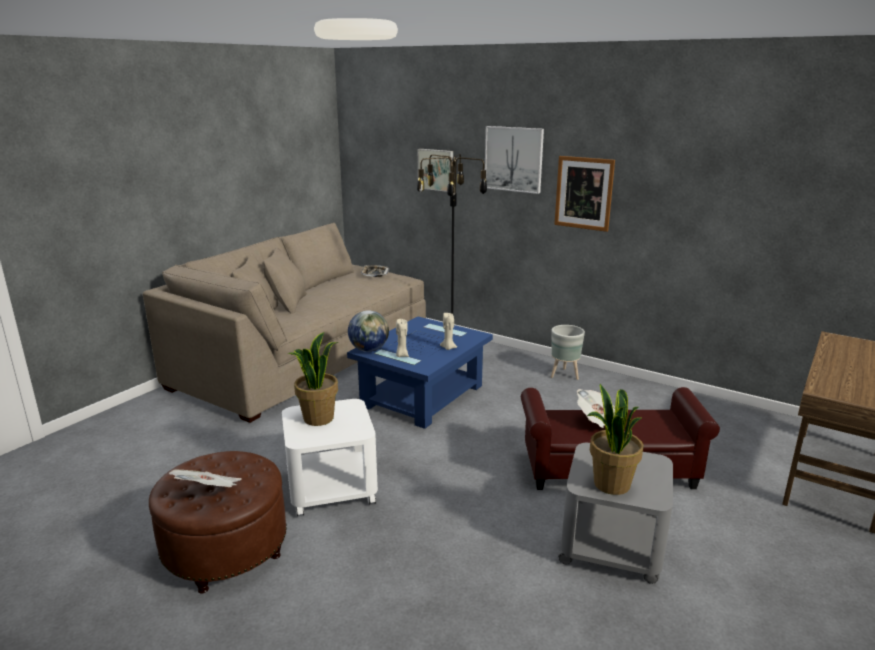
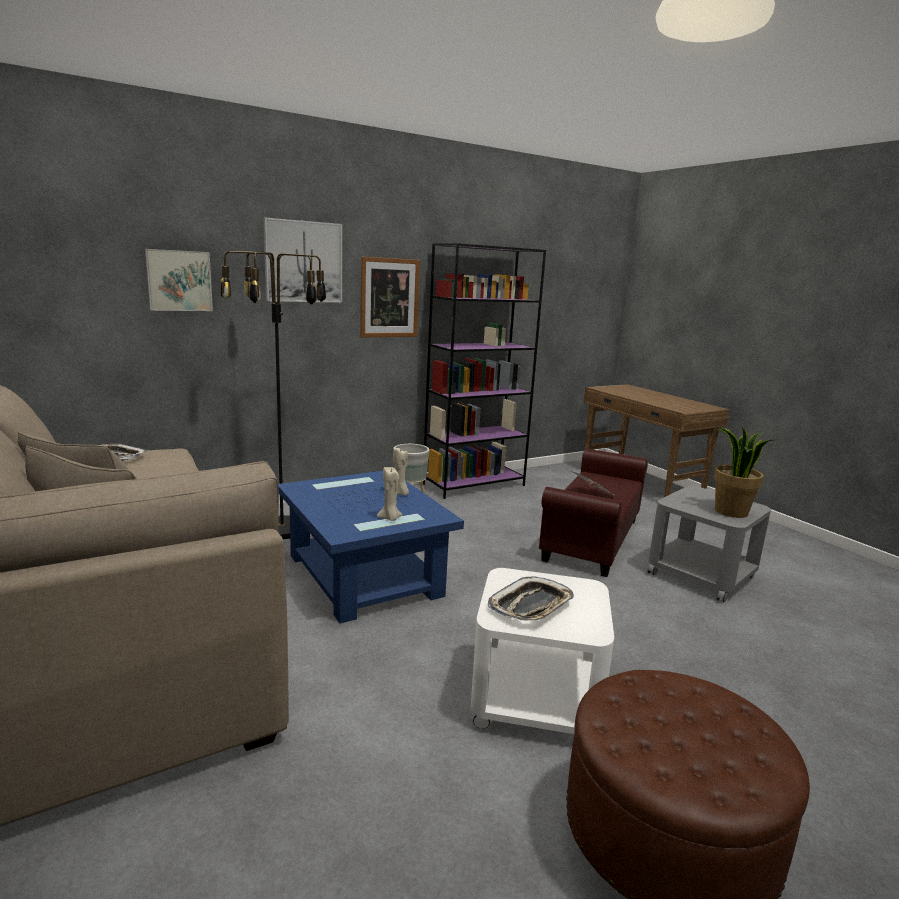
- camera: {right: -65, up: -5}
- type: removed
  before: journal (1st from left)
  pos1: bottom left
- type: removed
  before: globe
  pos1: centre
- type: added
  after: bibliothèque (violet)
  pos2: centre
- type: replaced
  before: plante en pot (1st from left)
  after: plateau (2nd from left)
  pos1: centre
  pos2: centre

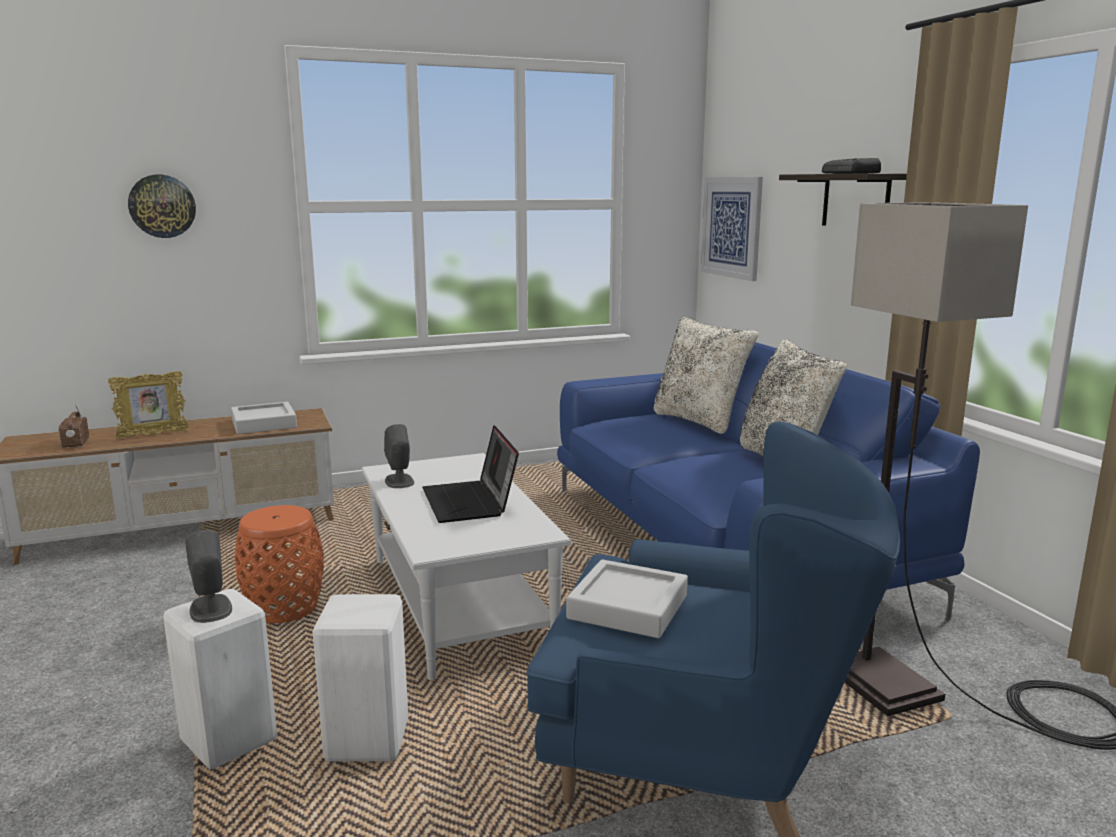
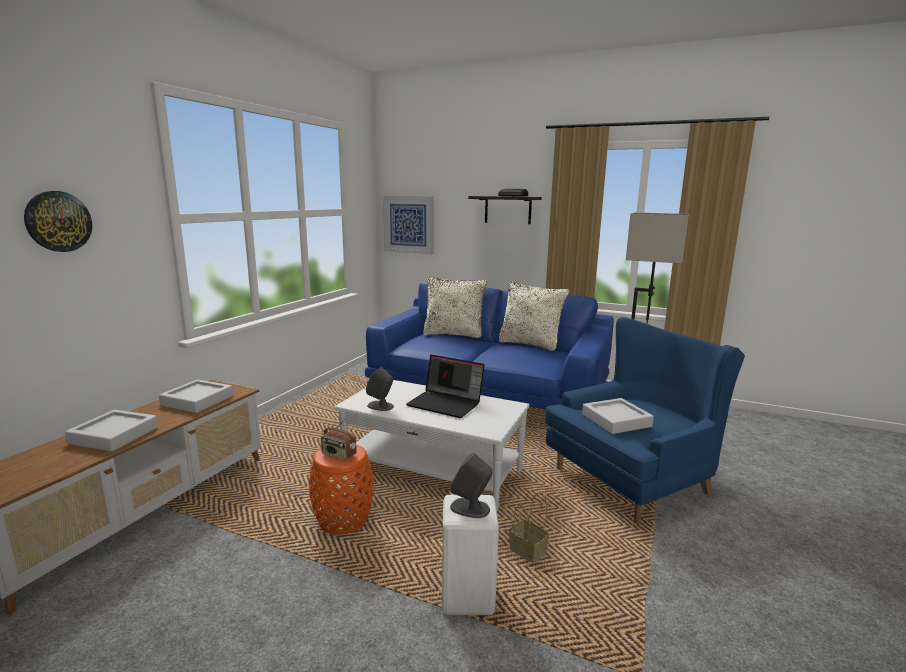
- camera: {right: -45, up: 0}
- type: moved
  before: radio (1st from left)
  pos1: middle left
  pos2: centre
- type: replaced
  before: cadre photo
  after: plateau (gris) (1st from left)
  pos1: middle left
  pos2: middle left
- type: replaced
  before: tabouret (blanc) (2nd from left)
  after: panier
  pos1: bottom left
  pos2: bottom centre

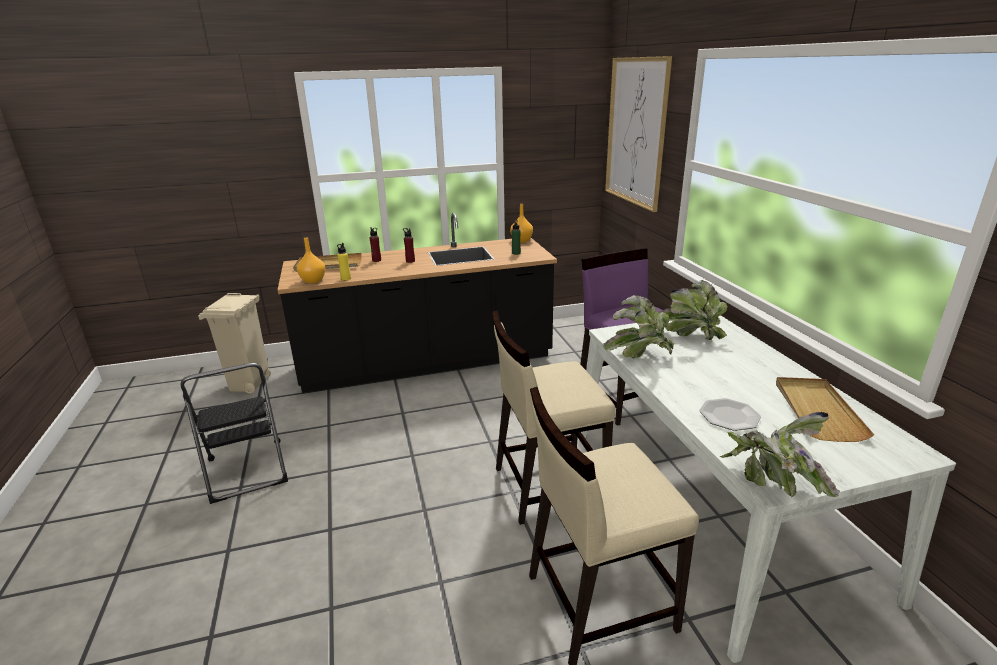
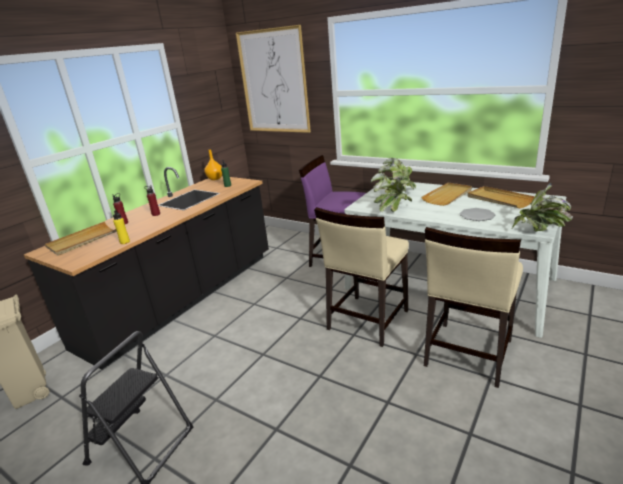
- camera: {right: -40, up: 0}
- type: removed
  before: vase (orange) (1st from left)
  pos1: middle left
- type: added
  after: plateau (beige) (2nd from left)
  pos2: middle right

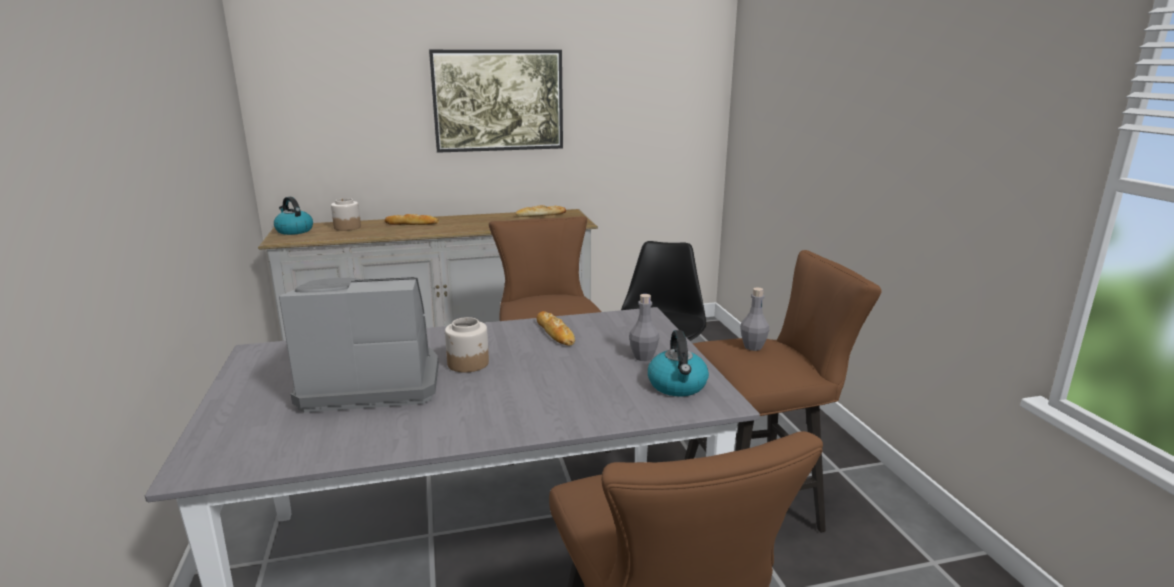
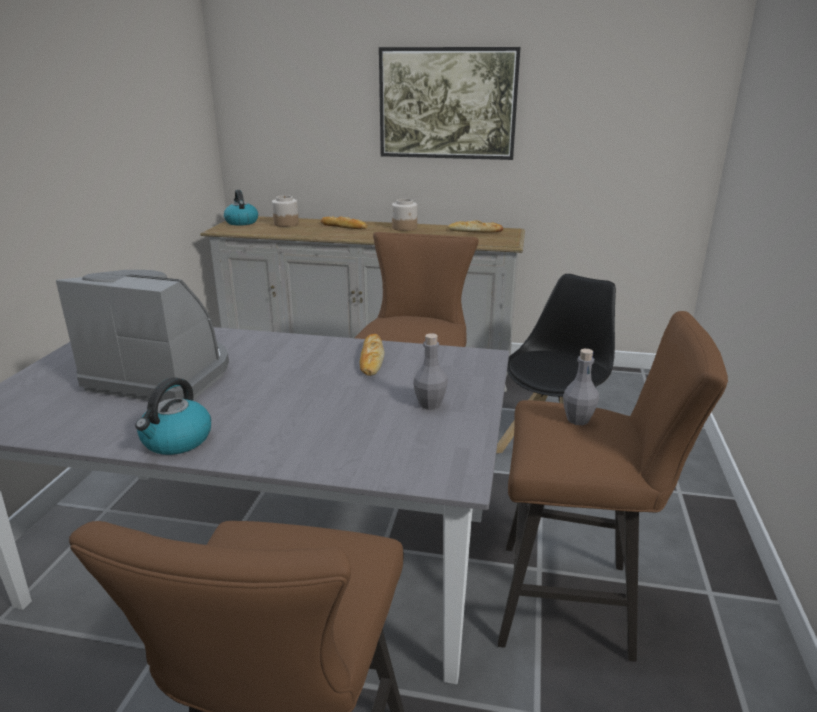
- camera: {right: 25, up: 5}
- type: moved
  before: bocal (2nd from left)
  pos1: centre
  pos2: top centre
- type: moved
  before: bouilloire (2nd from left in the first image)
  after: bouilloire (1st from left)
  pos1: centre
  pos2: middle left

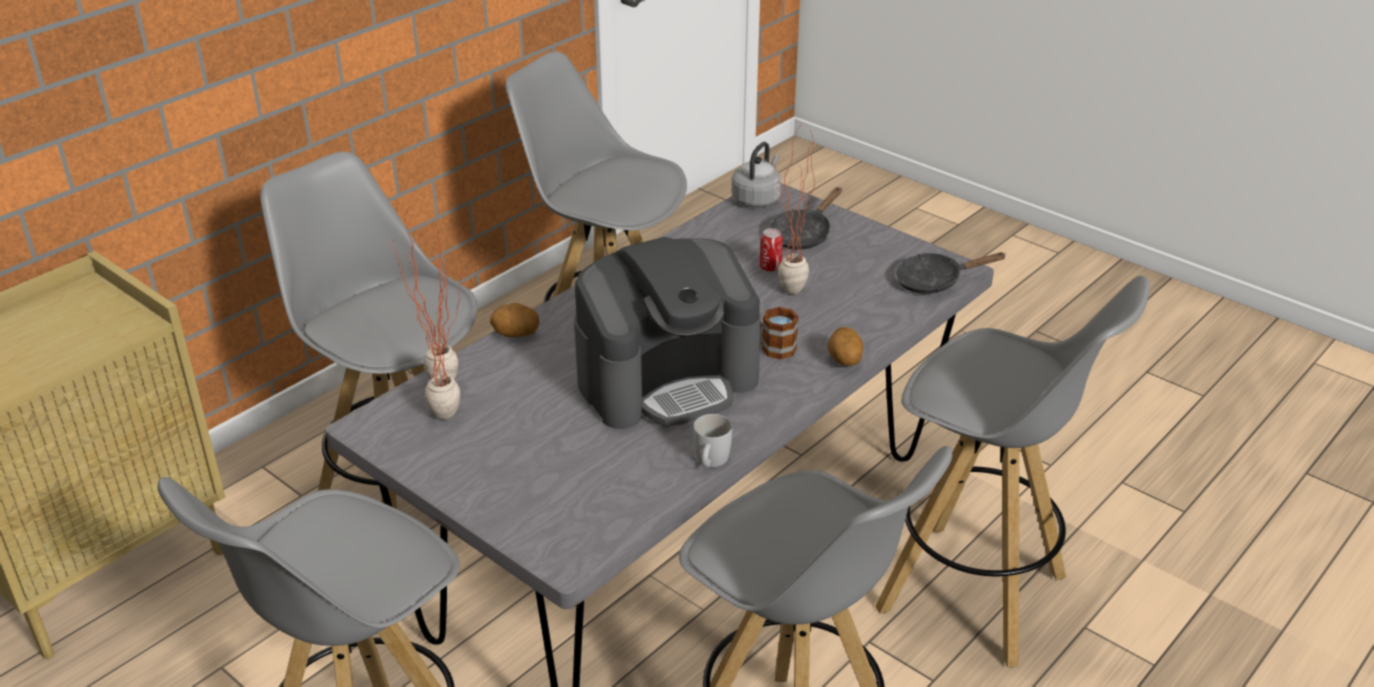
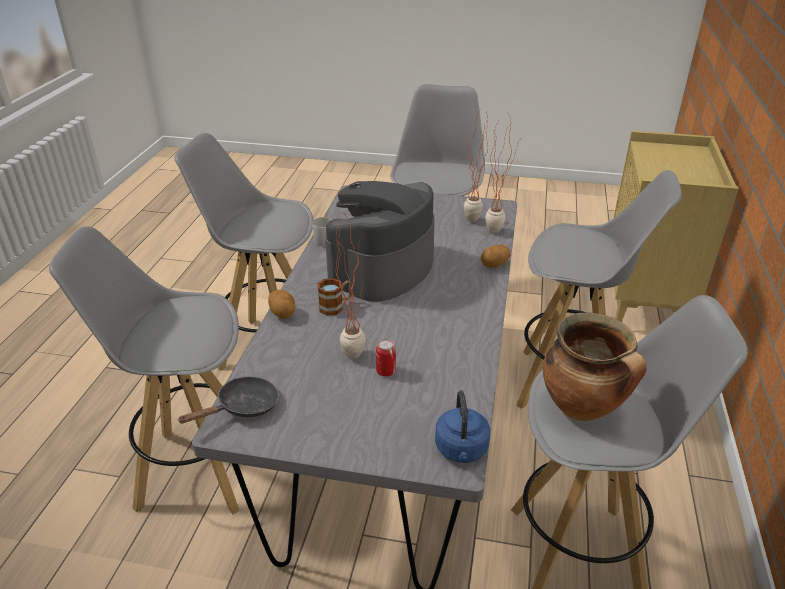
- camera: {right: 150, up: 0}
- type: removed
  before: poêle (noir) (1st from left)
  pos1: top centre
- type: added
  after: marmite
  pos2: middle right
- type: recoloured
  before: bouilloire (gris)
  after: bouilloire (bleu)
  pos1: top centre
  pos2: bottom centre

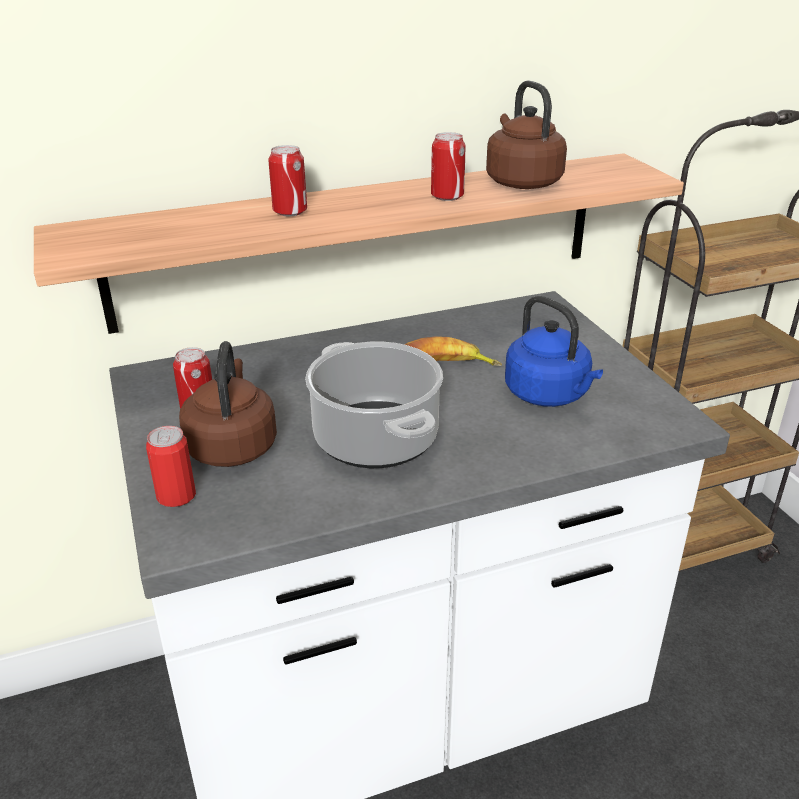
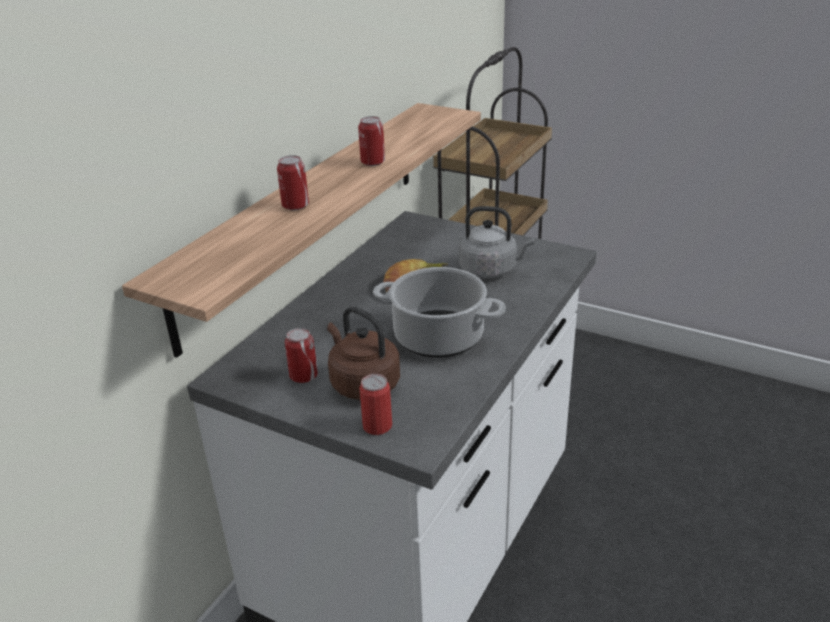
- camera: {right: -40, up: 0}
- type: removed
  before: bouilloire (marron) (2nd from left)
  pos1: top centre
- type: recoloured
  before: bouilloire (bleu)
  after: bouilloire (gris)
  pos1: middle right
  pos2: centre

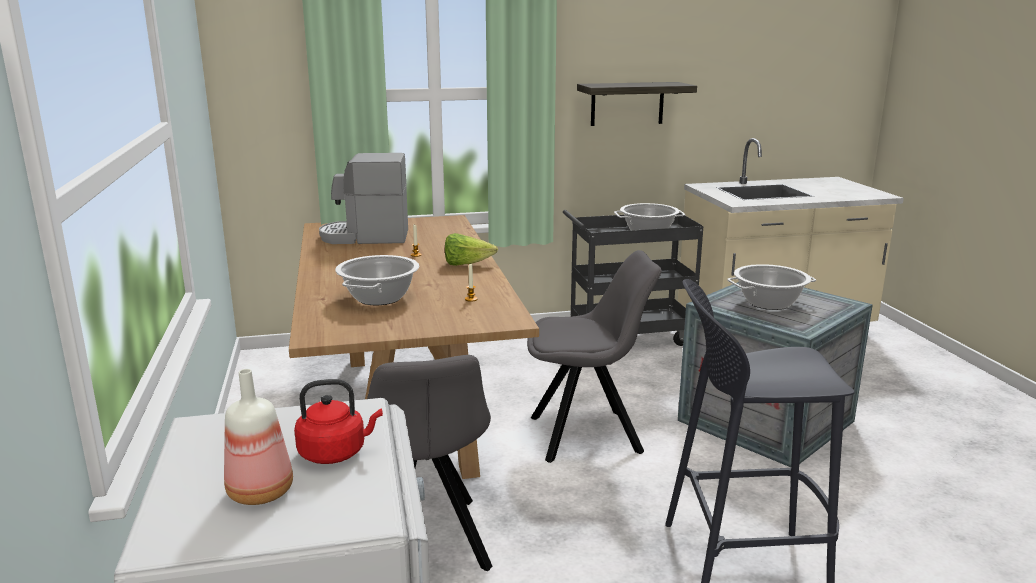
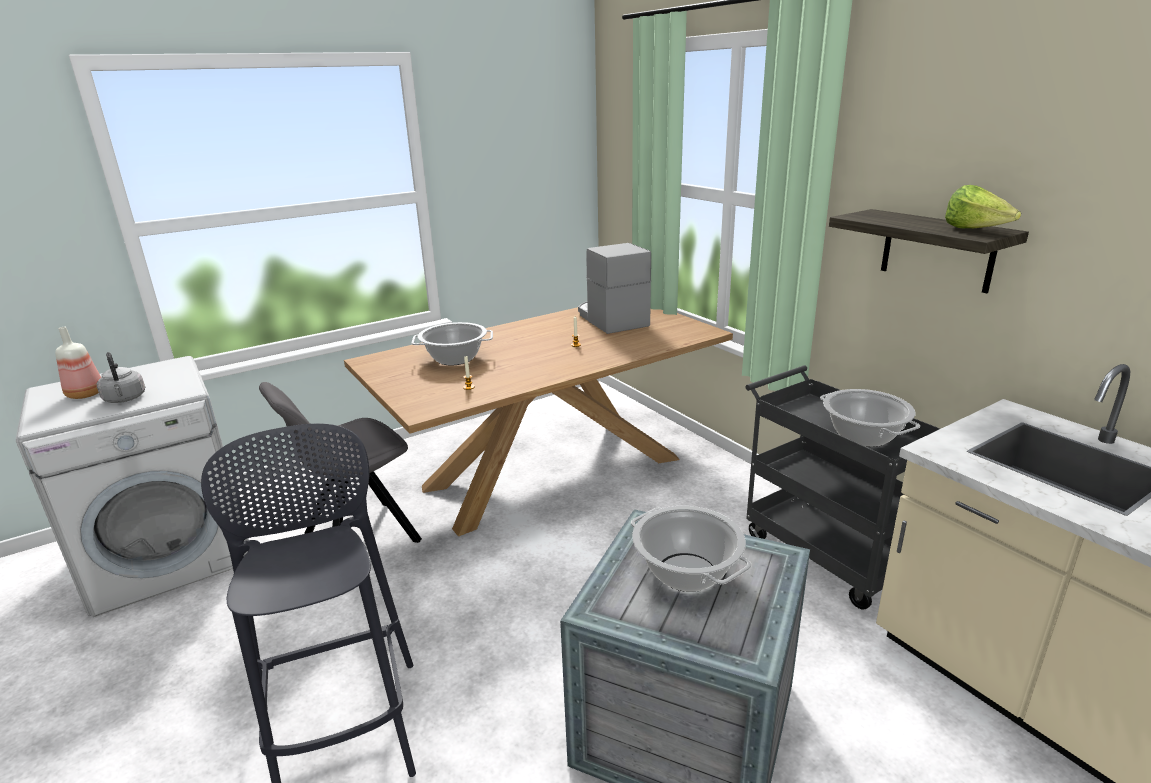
- camera: {right: 70, up: 5}
- type: removed
  before: chaise (gris) (2nd from left)
  pos1: centre
- type: moved
  before: laitue
  pos1: centre
  pos2: top right
- type: recoloured
  before: bouilloire (rouge)
  after: bouilloire (gris)
  pos1: bottom left
  pos2: middle left

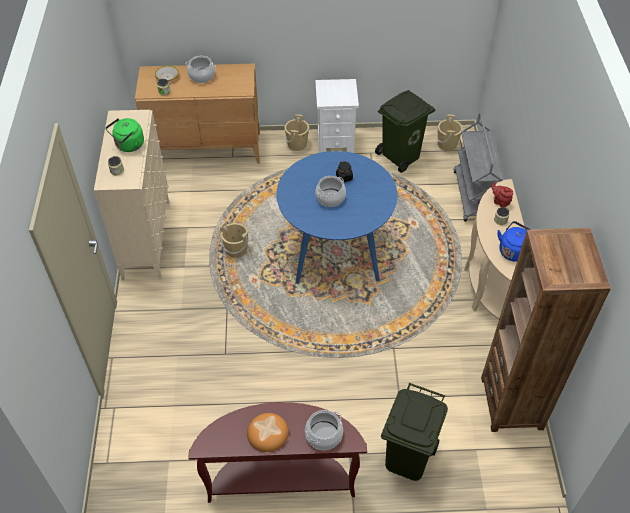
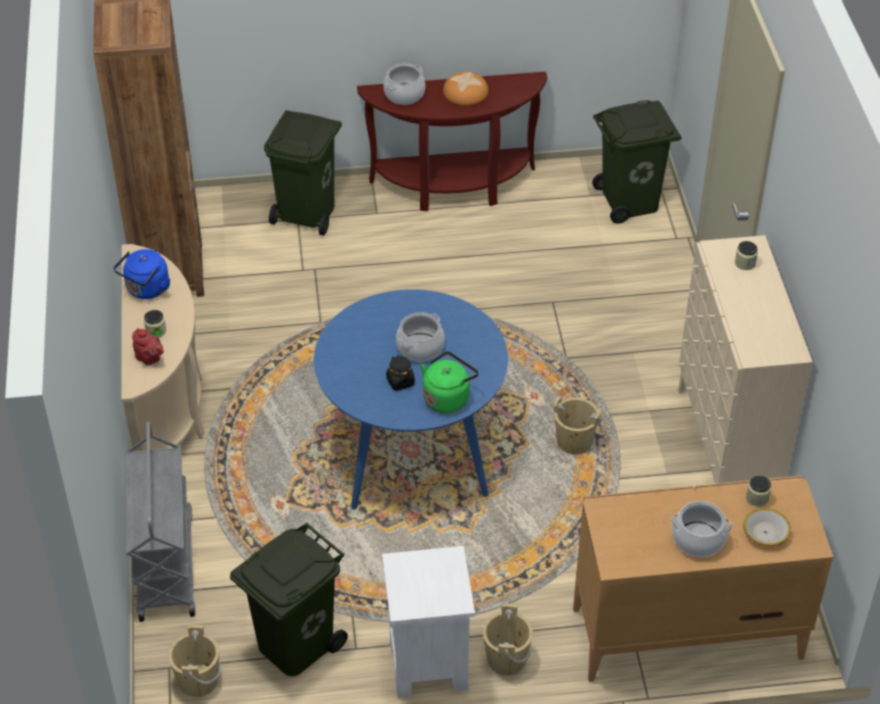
- camera: {right: 175, up: -5}
- type: added
  after: poubelle (vert) (3rd from left)
  pos2: top right
- type: moved
  before: bouilloire (vert)
  pos1: top left
  pos2: centre

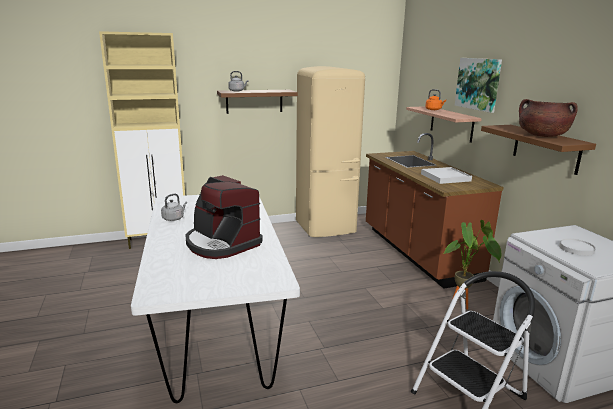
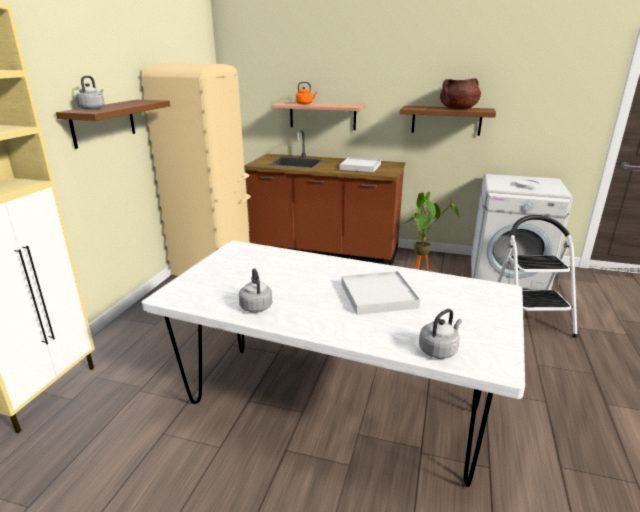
- camera: {right: -55, up: 5}
- type: removed
  before: tableau
  pos1: top right
- type: added
  after: bouilloire (gris) (3rd from left)
  pos2: middle right
- type: replaced
  before: machine à café
  after: plateau (blanc) (2nd from left)
  pos1: centre
  pos2: centre

